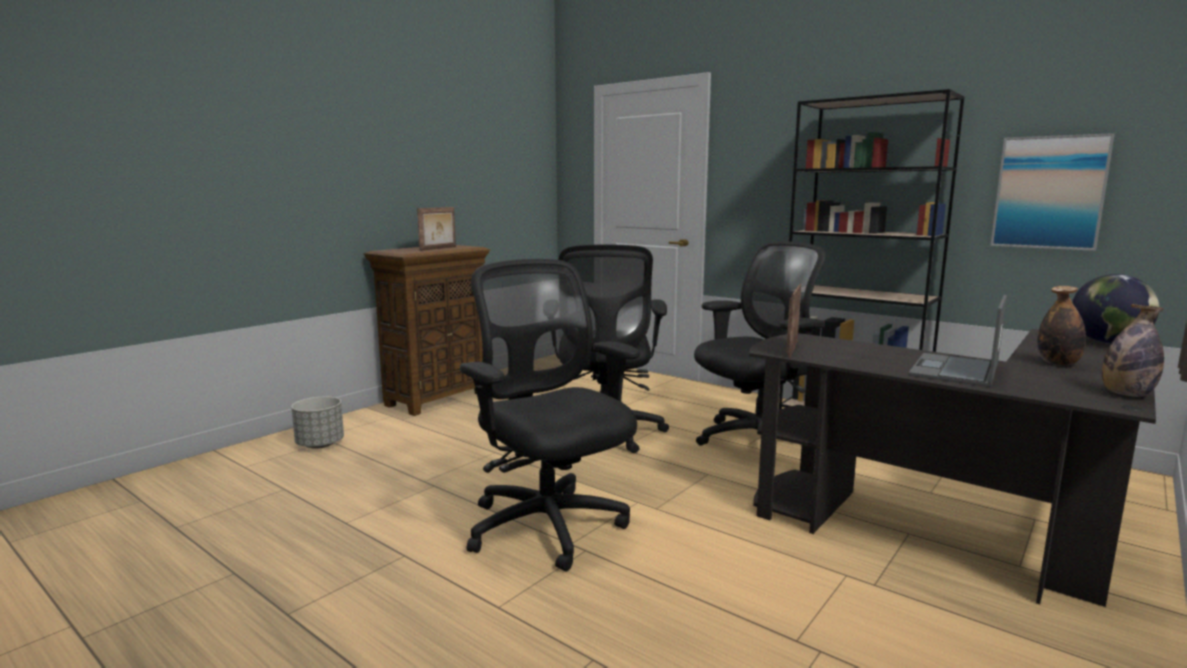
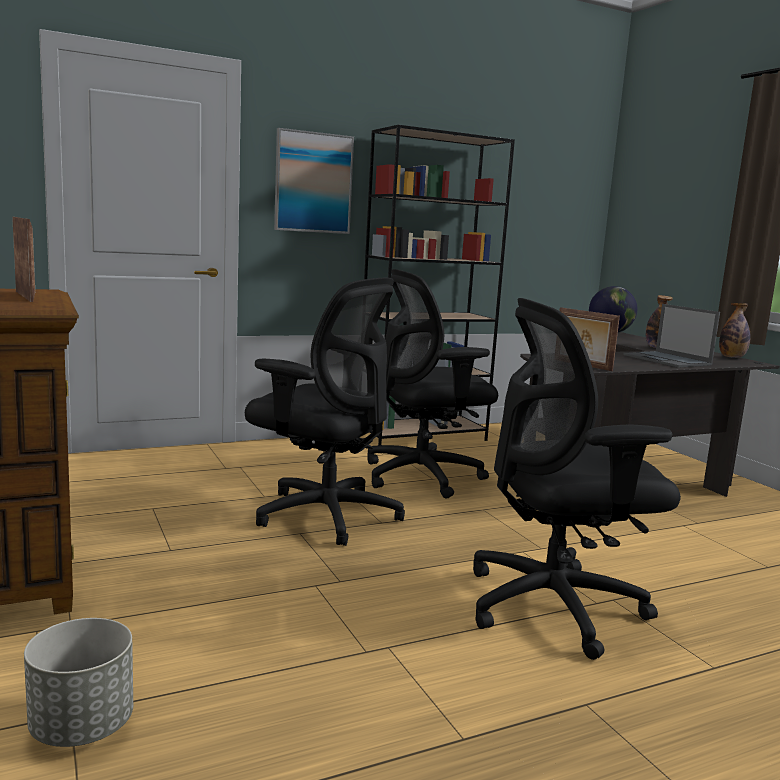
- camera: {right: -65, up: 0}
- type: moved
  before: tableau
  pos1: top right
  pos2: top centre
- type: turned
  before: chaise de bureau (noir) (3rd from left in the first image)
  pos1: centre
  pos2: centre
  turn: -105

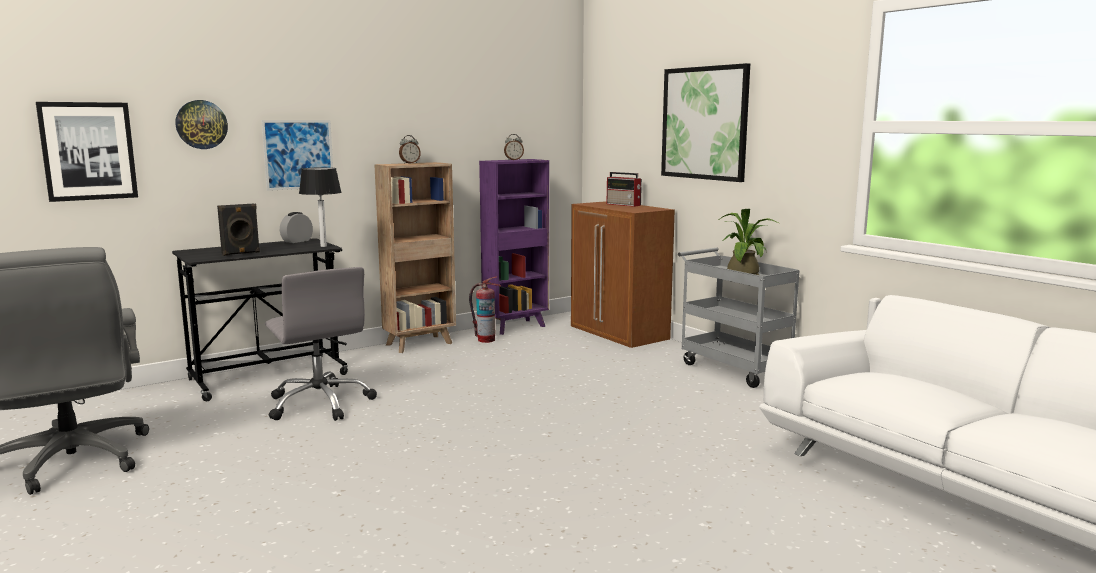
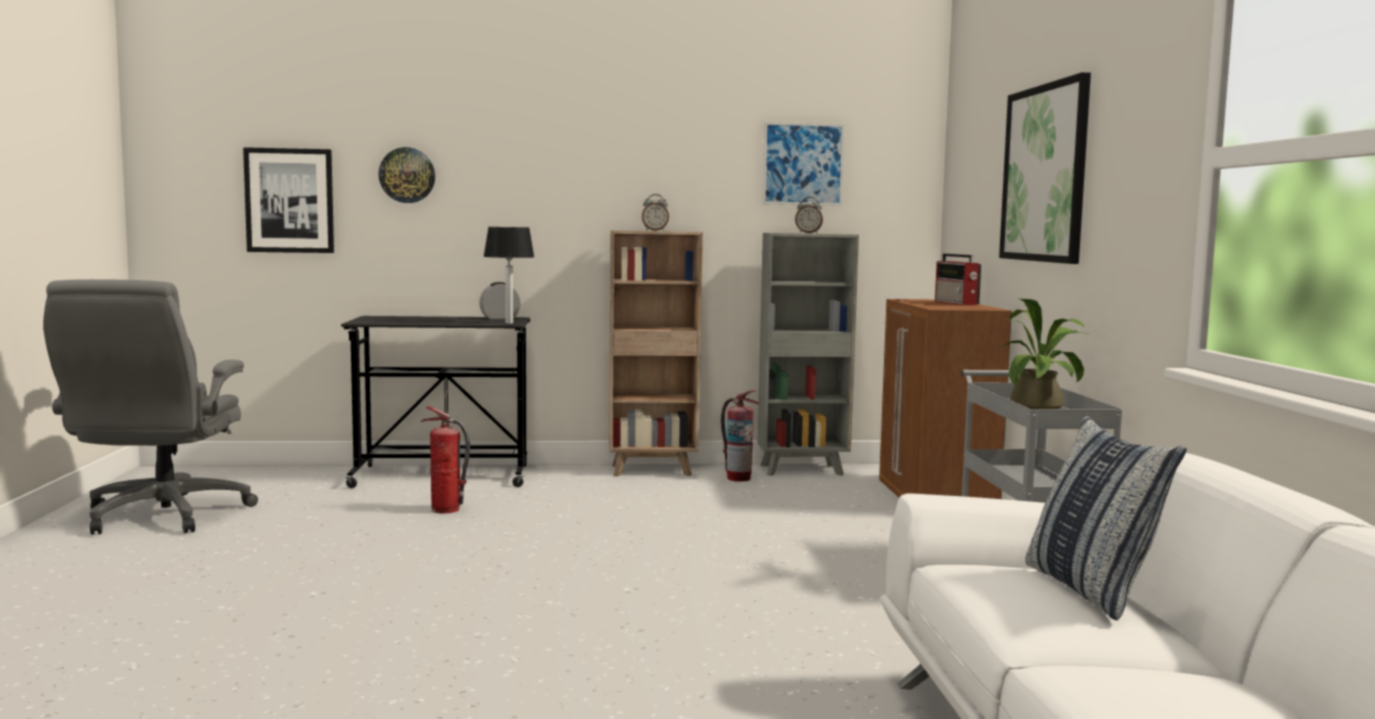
- camera: {right: 30, up: -5}
- type: removed
  before: enceinte (noir)
  pos1: middle left
- type: added
  after: coussin
  pos2: bottom right
- type: moved
  before: tableau (2nd from left)
  pos1: top left
  pos2: top centre
- type: replaced
  before: chaise de bureau (gris) (2nd from left)
  after: extincteur (1st from left)
  pos1: middle left
  pos2: middle left
- type: recoloured
  before: bibliothèque (violet)
  after: bibliothèque (gris)
  pos1: centre
  pos2: centre

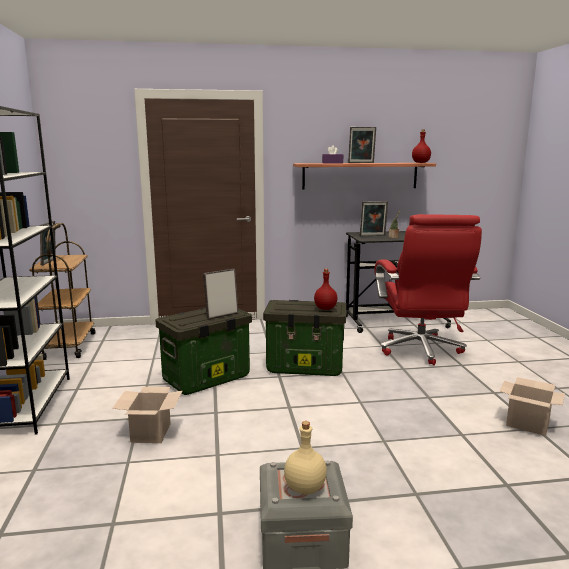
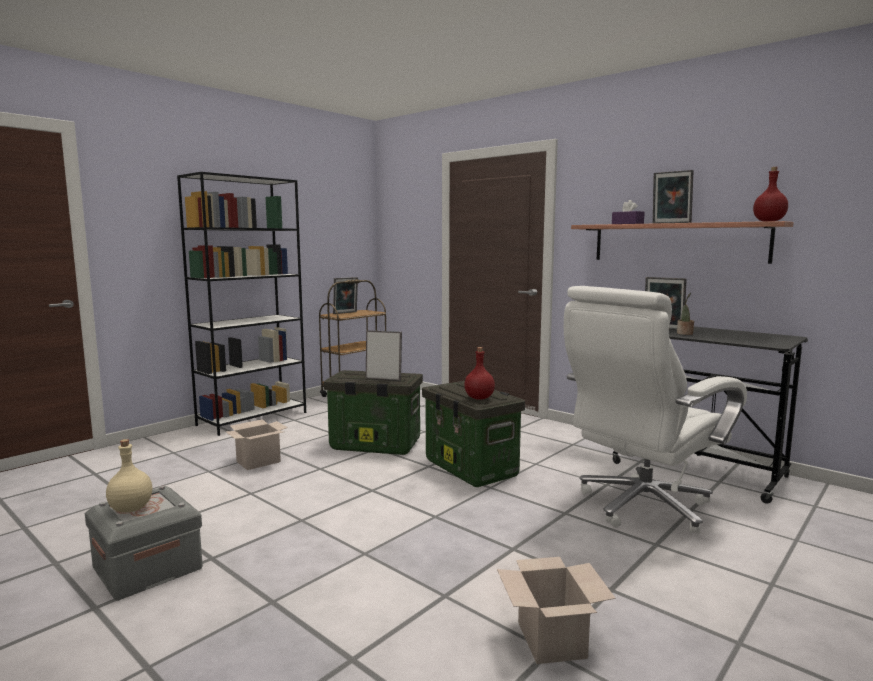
- camera: {right: 50, up: -5}
- type: recoloured
  before: chaise de bureau (rouge)
  after: chaise de bureau (blanc)
  pos1: middle right
  pos2: middle right

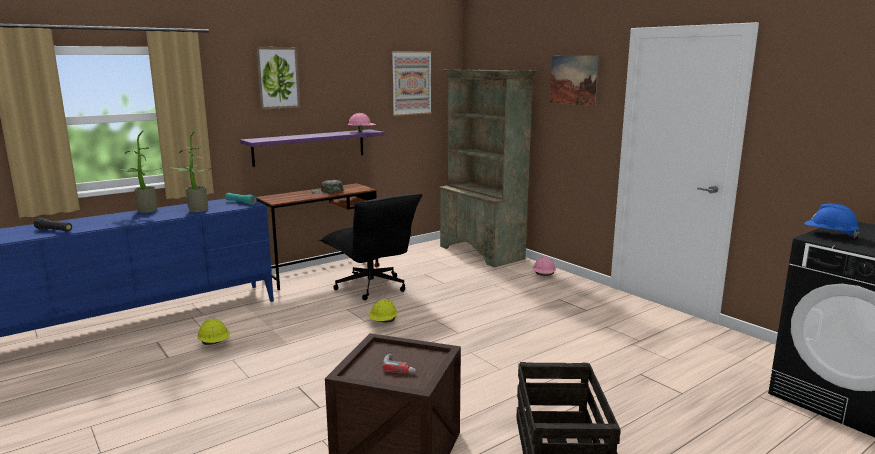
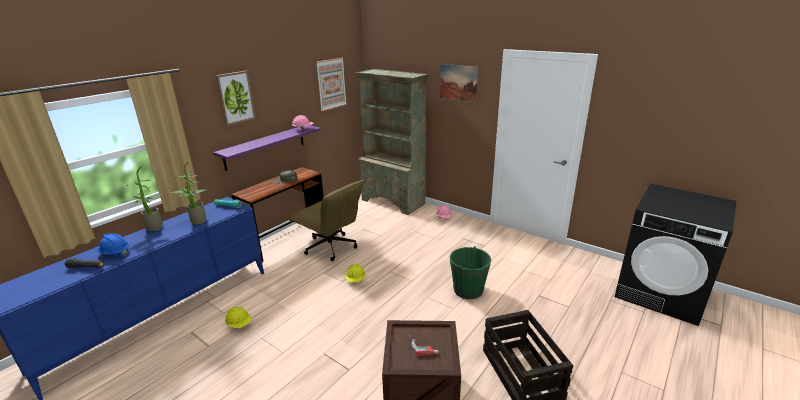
- camera: {right: -15, up: 10}
- type: added
  after: seau (vert)
  pos2: bottom centre
- type: moved
  before: casque de chantier (bleu)
  pos1: middle right
  pos2: middle left
- type: recoloured
  before: chaise de bureau (noir)
  after: chaise de bureau (beige)
  pos1: centre
  pos2: centre

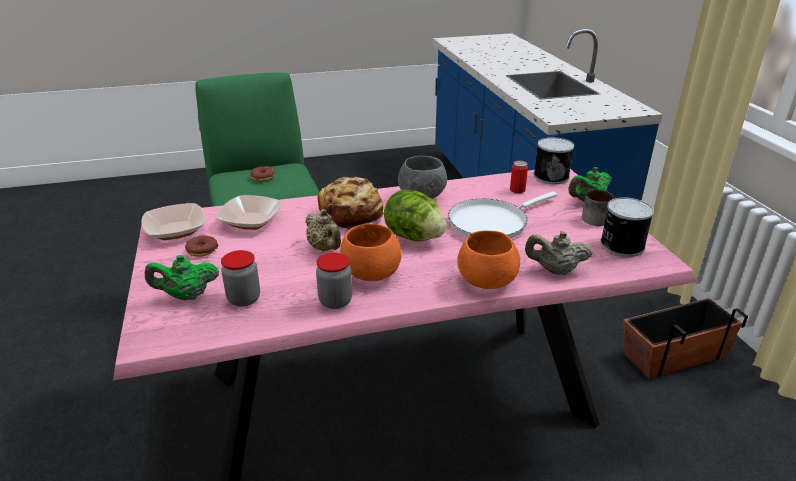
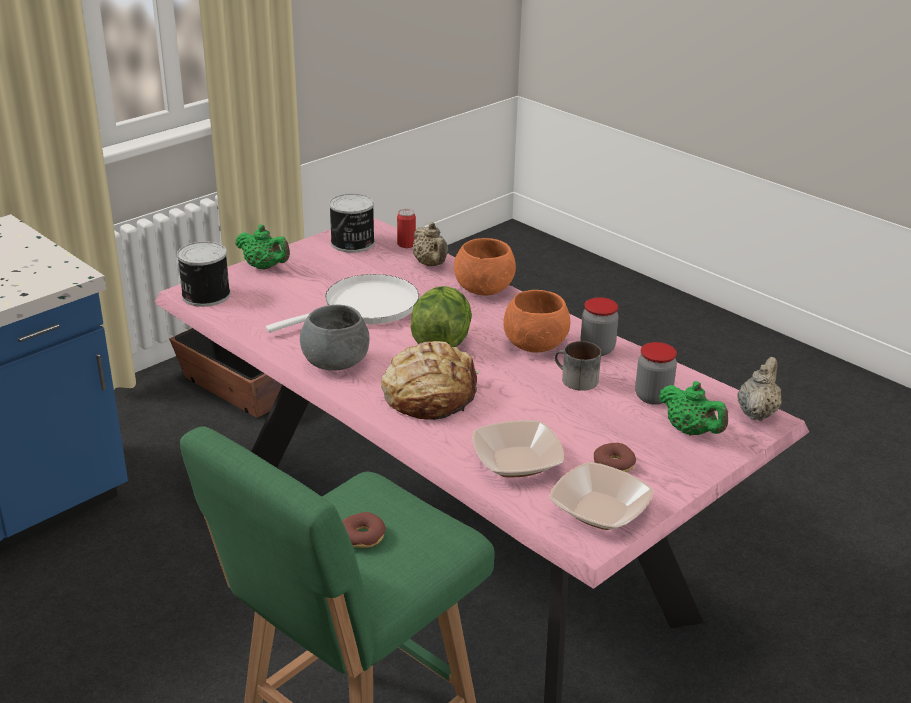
- camera: {right: -120, up: 0}
- type: moved
  before: théière (beige) (1st from left in the first image)
  after: théière (beige) (2nd from left)
  pos1: centre
  pos2: middle right
- type: moved
  before: boîte métallique (1st from left in the first image)
  after: boîte métallique (3rd from left)
  pos1: centre
  pos2: top centre
- type: moved
  before: mug
  pos1: middle right
  pos2: centre
- type: turned
  before: poêle (blanc)
  pos1: centre
  pos2: centre
  turn: -60

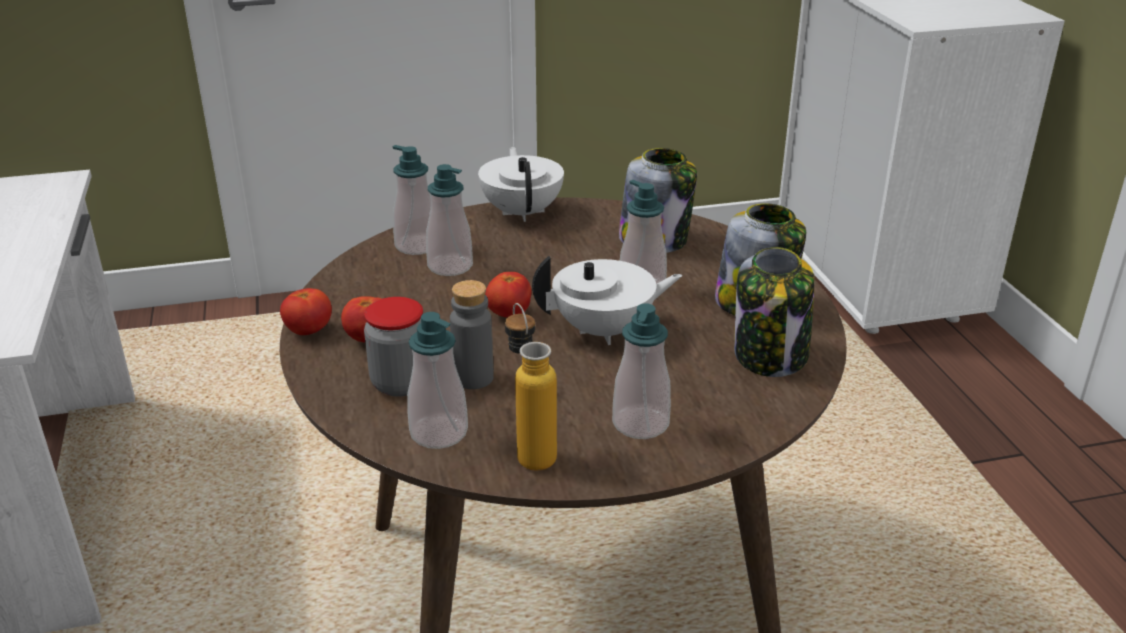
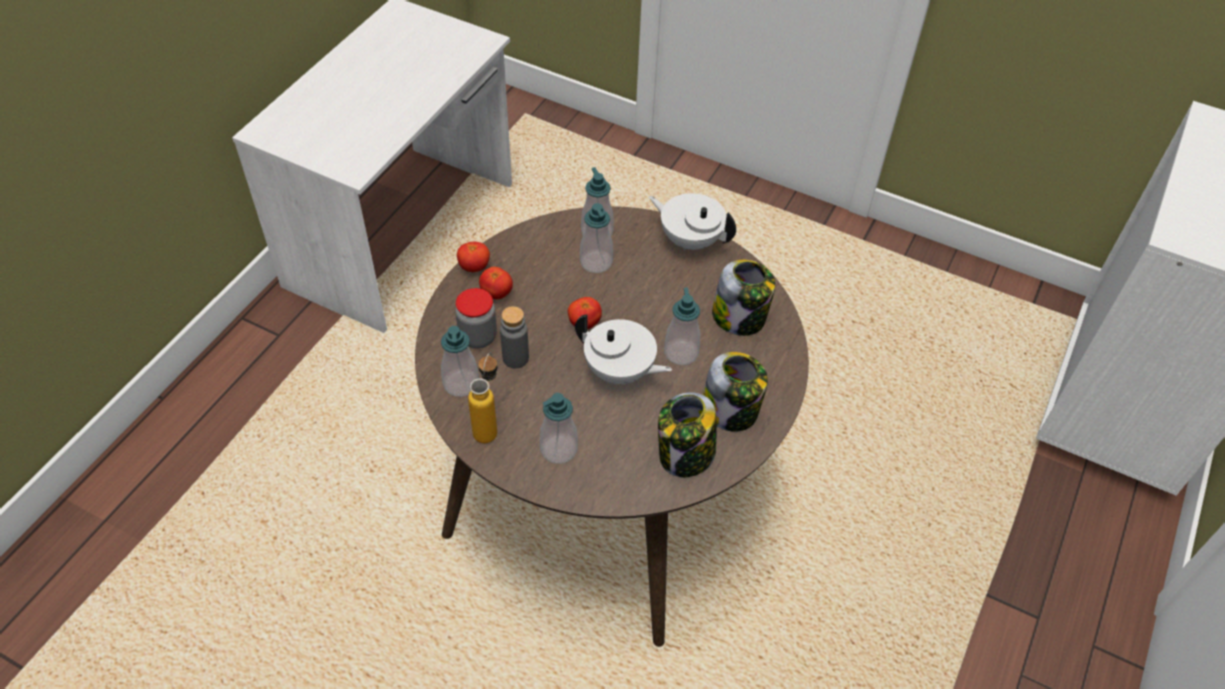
- camera: {right: 40, up: 20}
- type: turned
  before: théière (blanc) (1st from left in the first image)
  pos1: top centre
  pos2: top centre
  turn: -90

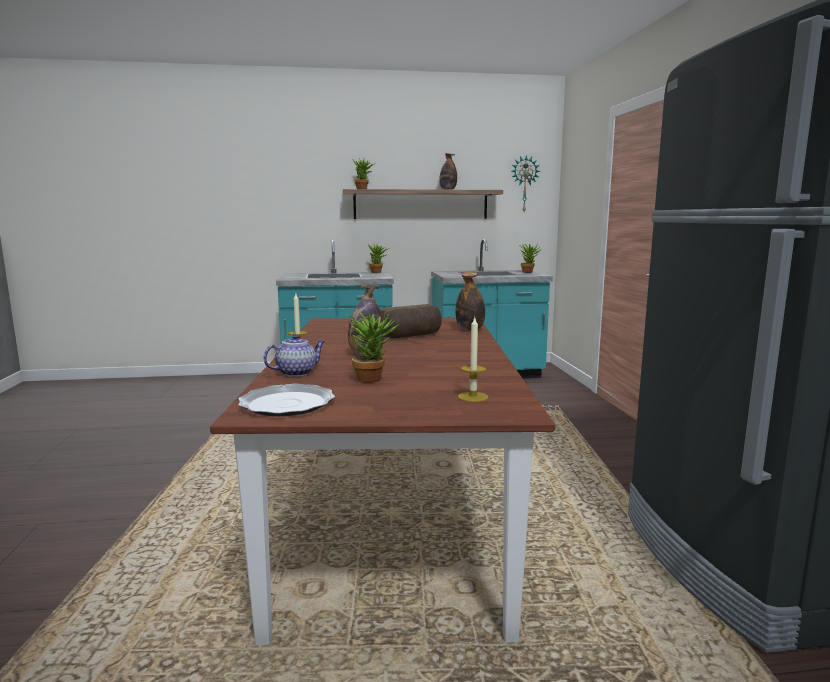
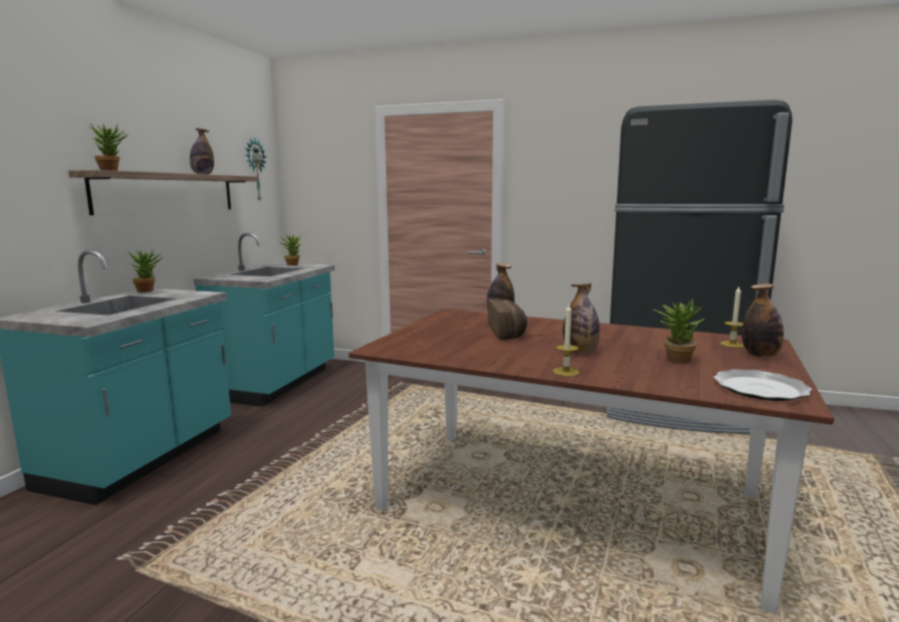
- camera: {right: -65, up: 0}
- type: removed
  before: théière
  pos1: centre
- type: added
  after: bouteille (4th from left)
  pos2: middle right

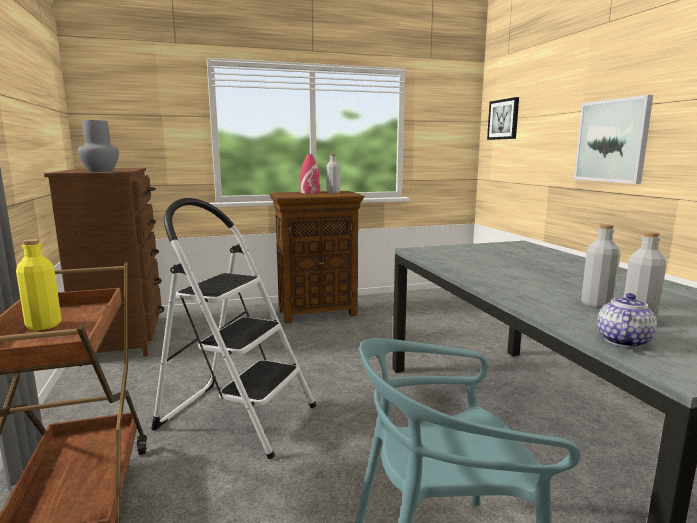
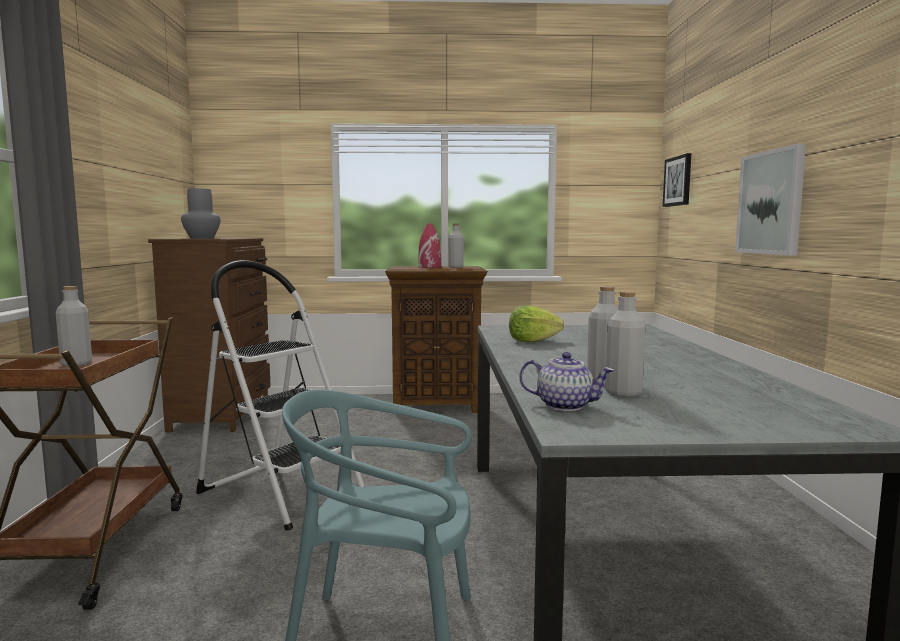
- camera: {right: 15, up: -5}
- type: added
  after: laitue
  pos2: centre
- type: recoloured
  before: bouteille (jaune)
  after: bouteille (gris) (1st from left)
  pos1: middle left
  pos2: middle left
- type: turned
  before: théière
  pos1: middle right
  pos2: centre
  turn: 60

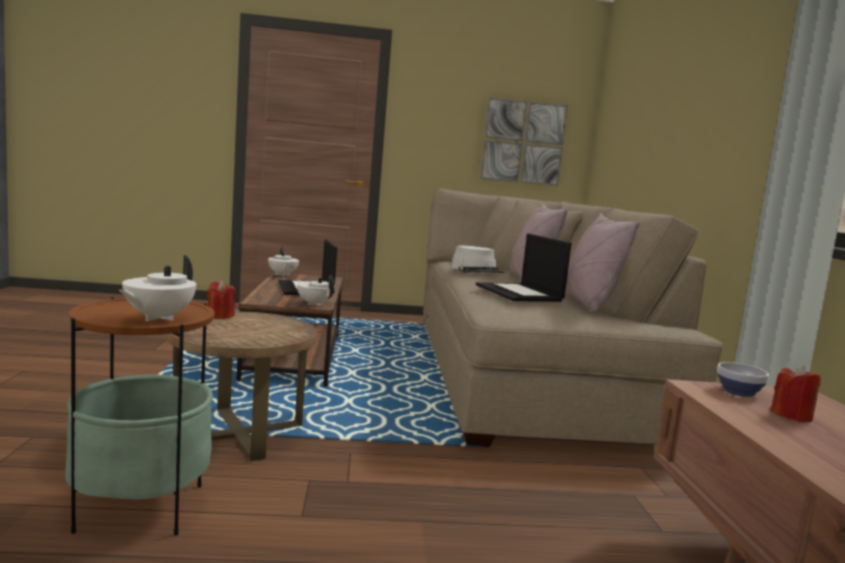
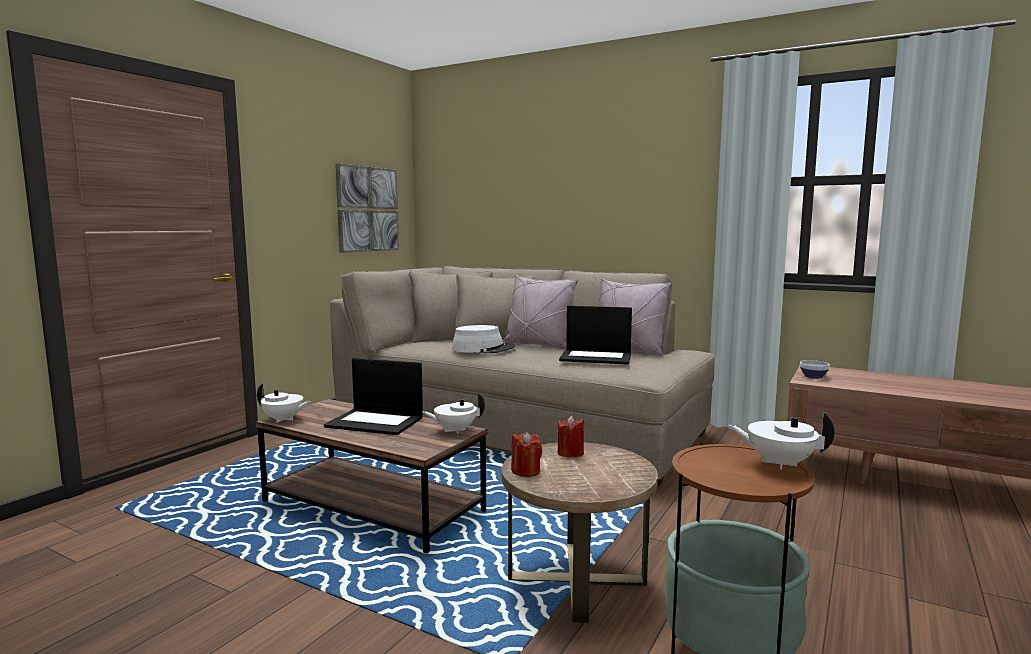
- camera: {right: -55, up: 0}
- type: moved
  before: bougie (rouge) (2nd from left)
  pos1: bottom right
  pos2: bottom centre
- type: turned
  before: théière (blanc) (1st from left in the first image)
  pos1: middle left
  pos2: bottom right
  turn: 150

